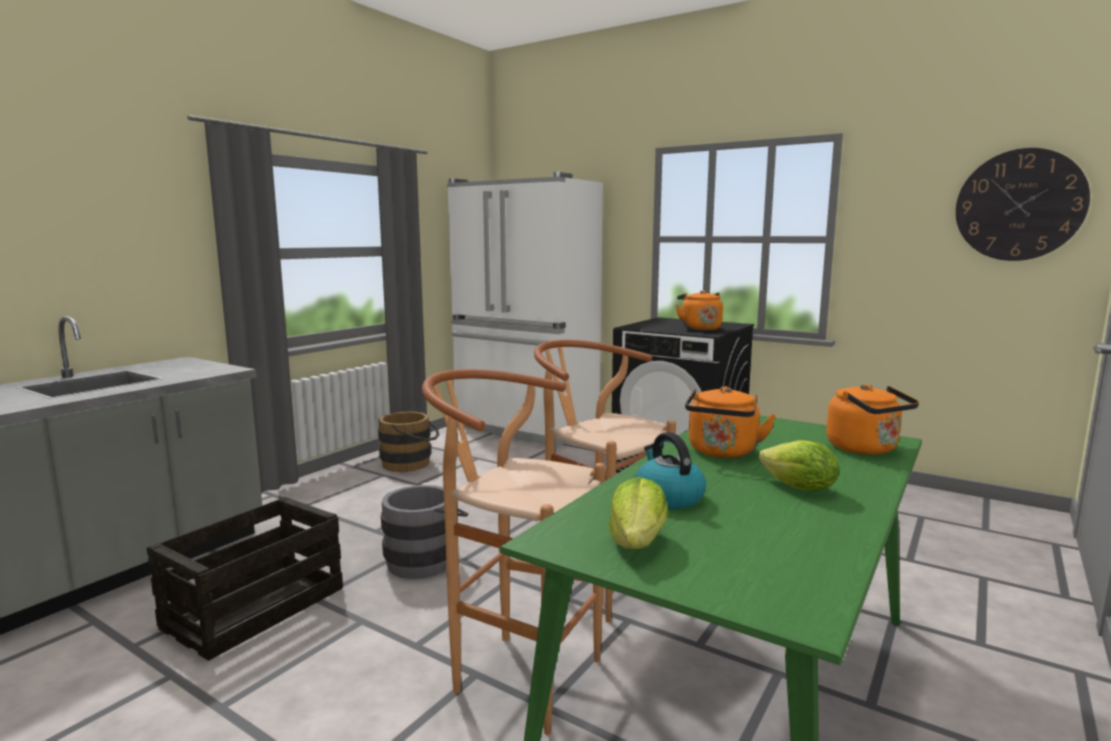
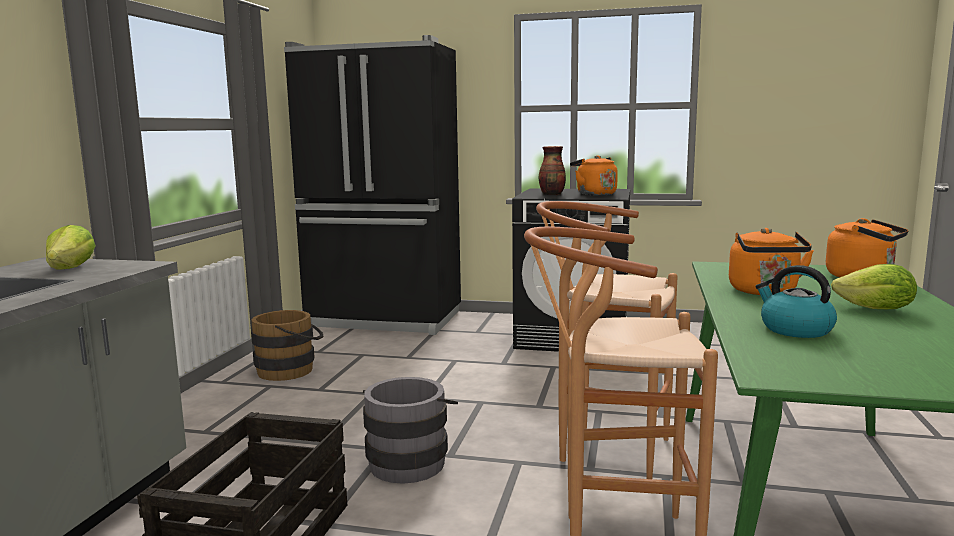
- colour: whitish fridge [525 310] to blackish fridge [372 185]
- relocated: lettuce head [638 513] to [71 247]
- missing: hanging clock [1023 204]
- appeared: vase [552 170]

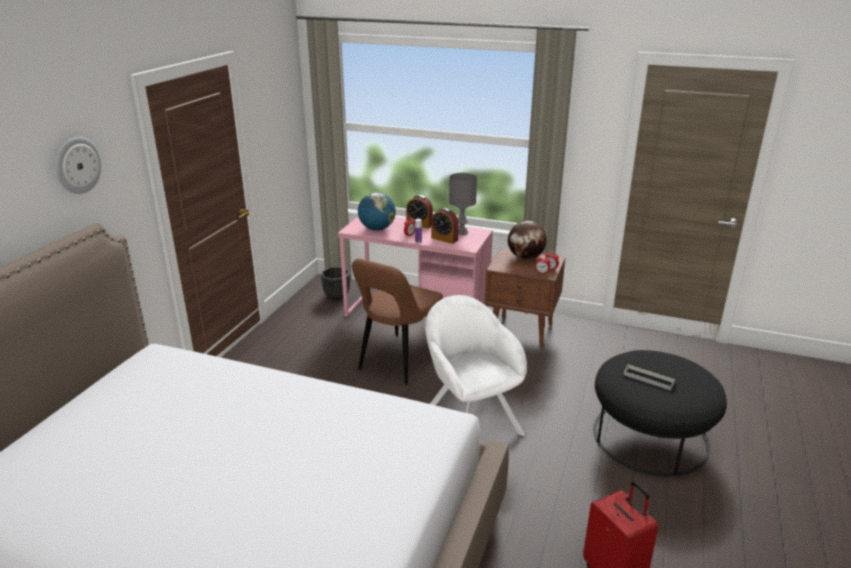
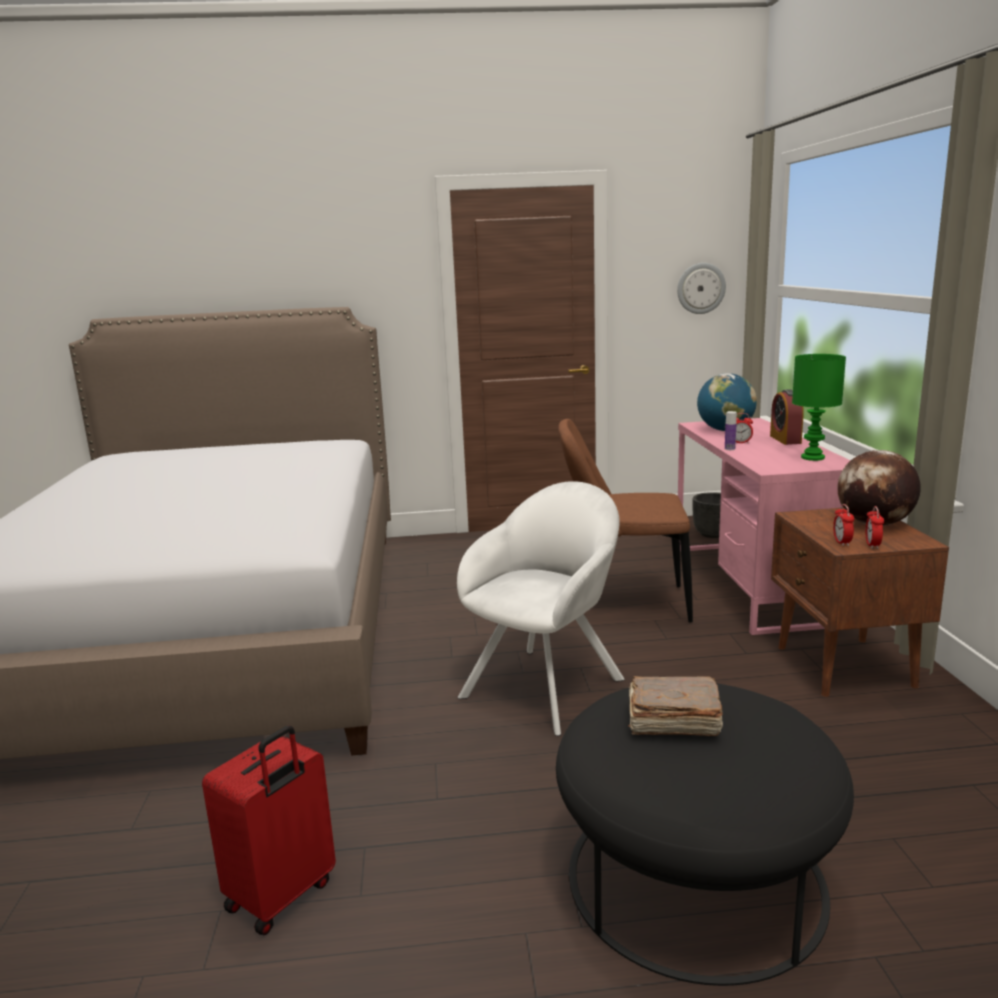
- relocated: hanging clock [79 165] to [701 288]
- missing: alarm clock [445 226]
- colour: gray tabletop lamp [463 204] to green tabletop lamp [819 407]
- exchanged: gray carrying tray [650 377] to brown volume [675 706]

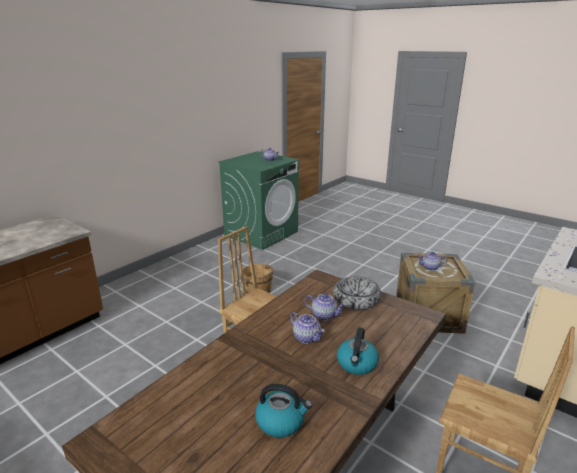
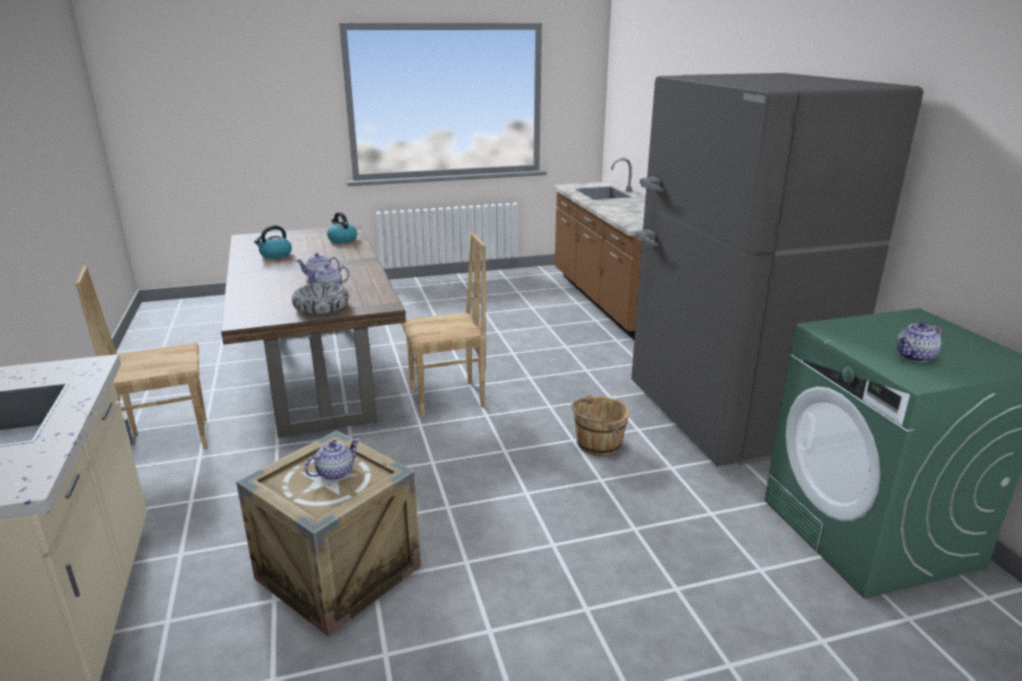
- relocated: kettle [358 351] to [342 227]
- appeared: gray fridge [777 270]

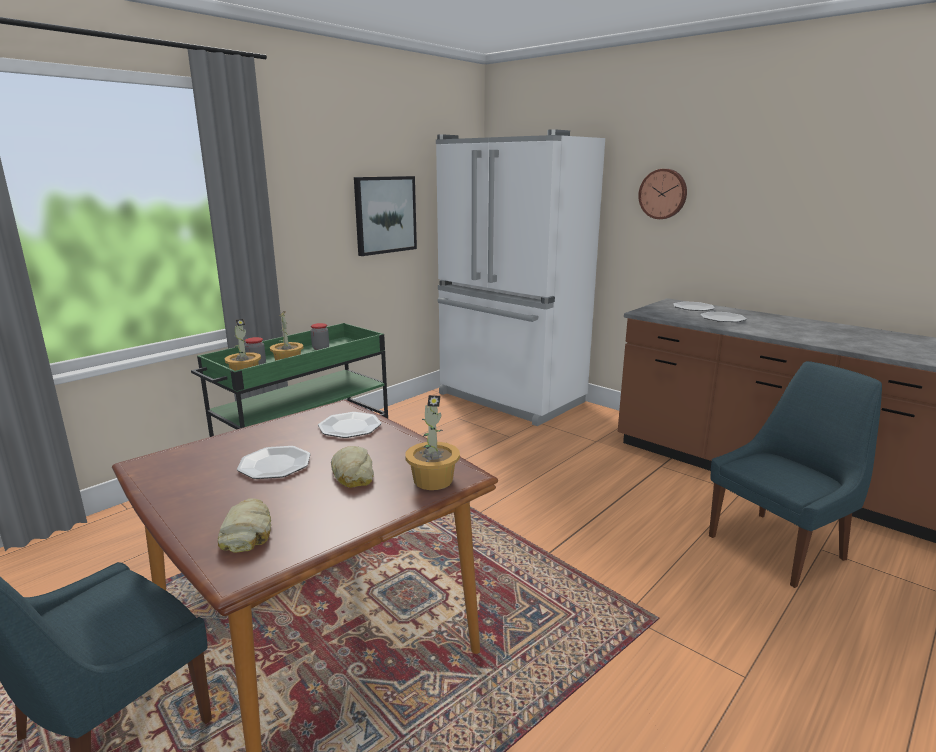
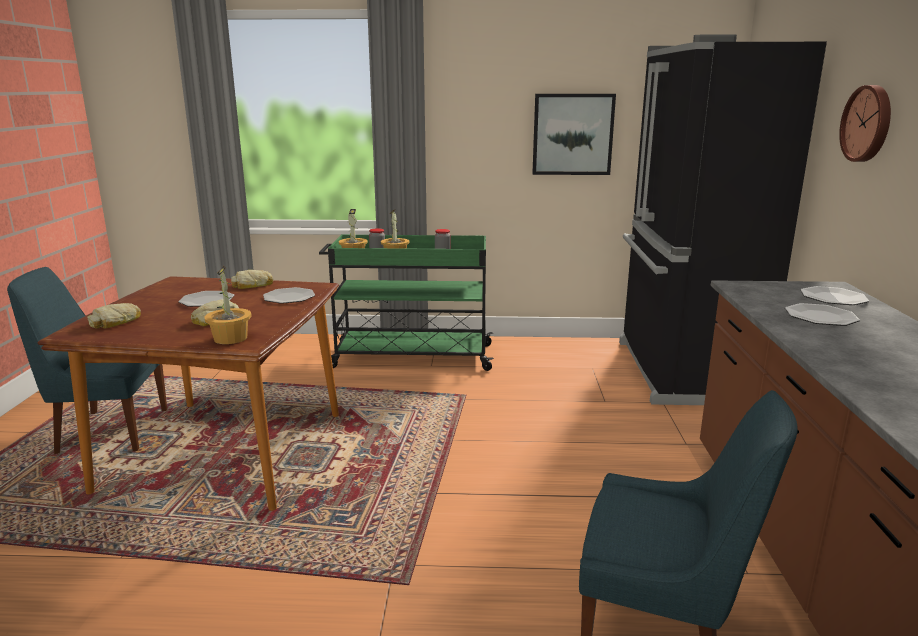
- colour: whitish fridge [520 277] to blackish fridge [723 220]
- appeared: bakery bread [252 279]

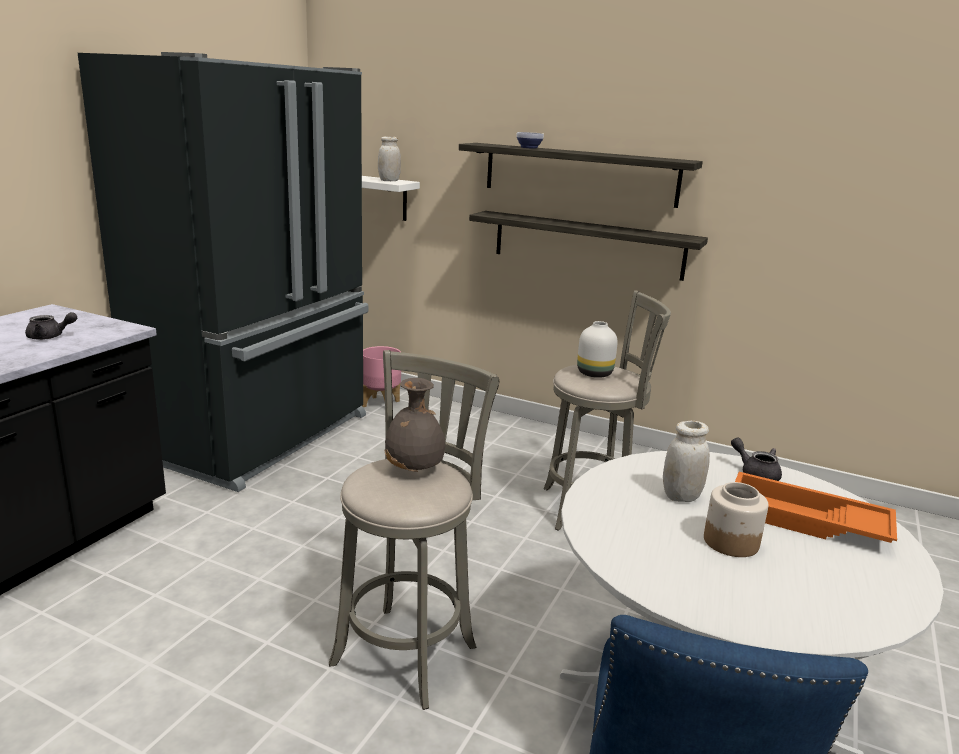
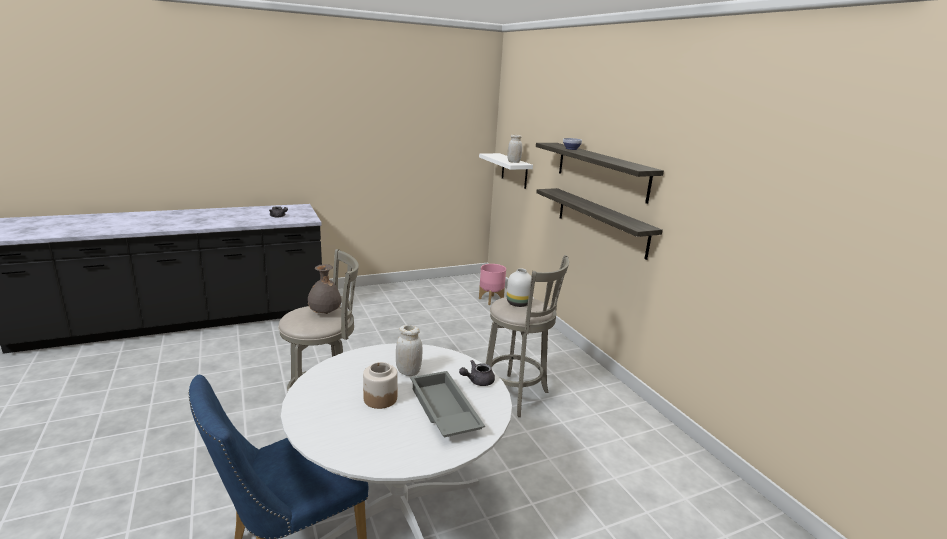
- missing: blackish fridge [223 272]
- spun: gray pot for tea [756 459] = [477 373] 120 degrees counterclockwise
- colour: orange carrying tray [816 507] to gray carrying tray [447 404]

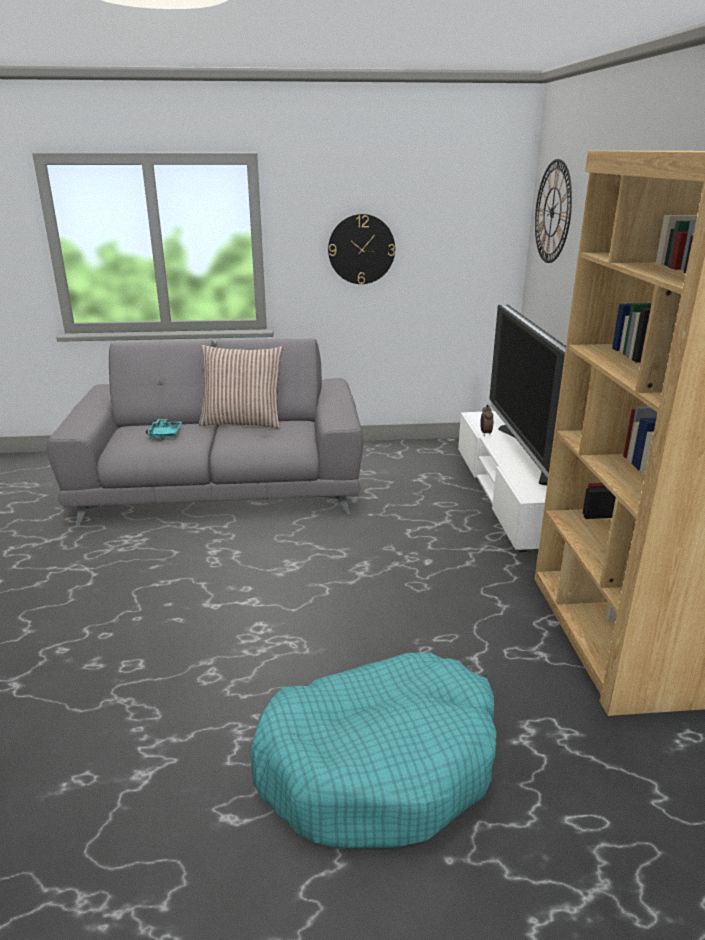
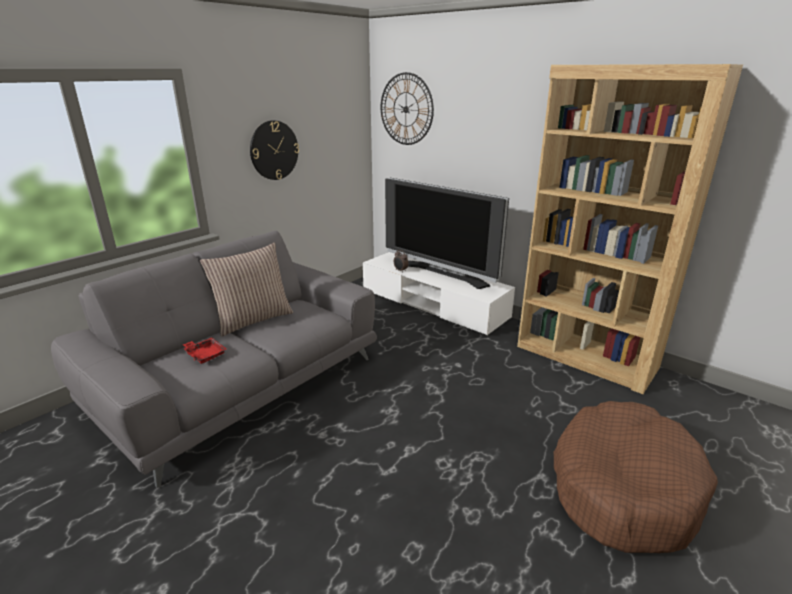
- colour: turquoise-coloured carrying tray [164 429] to reddish carrying tray [204 350]
- colour: turquoise-coloured dog bed [373 750] to brown dog bed [636 477]

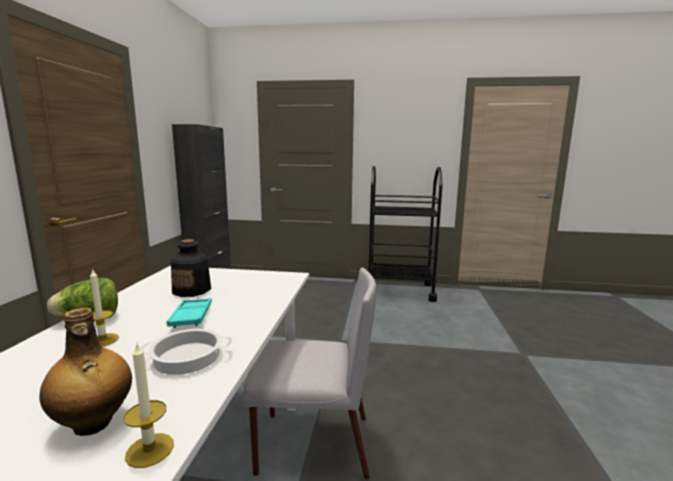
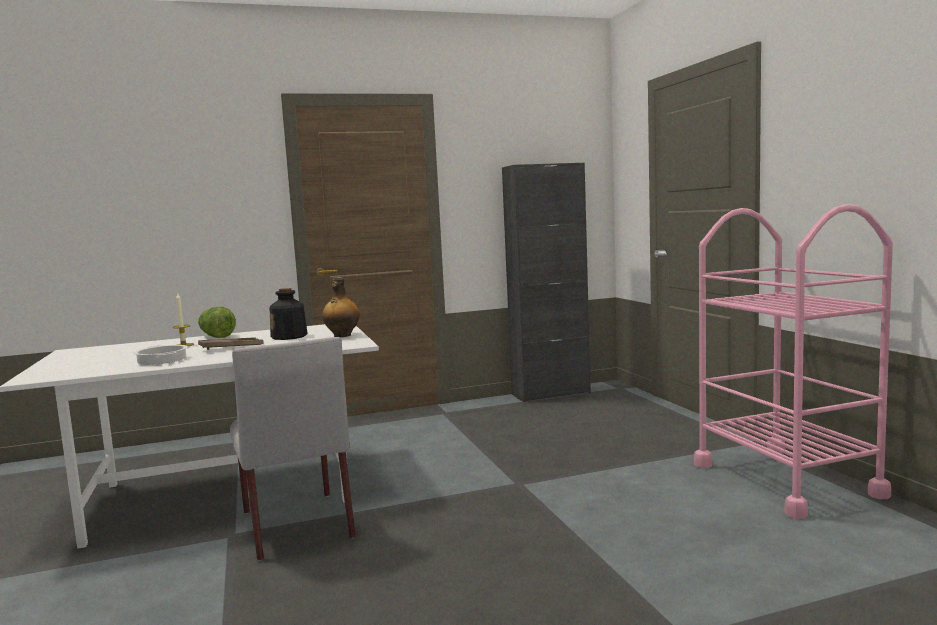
- relocated: beverage bottle [86 372] to [341 307]
- missing: wax light [149 406]
- colour: turquoise-coloured carrying tray [189 313] to brown carrying tray [230 343]
- colour: blackish wheeled cart [405 234] to pinkish wheeled cart [793 361]

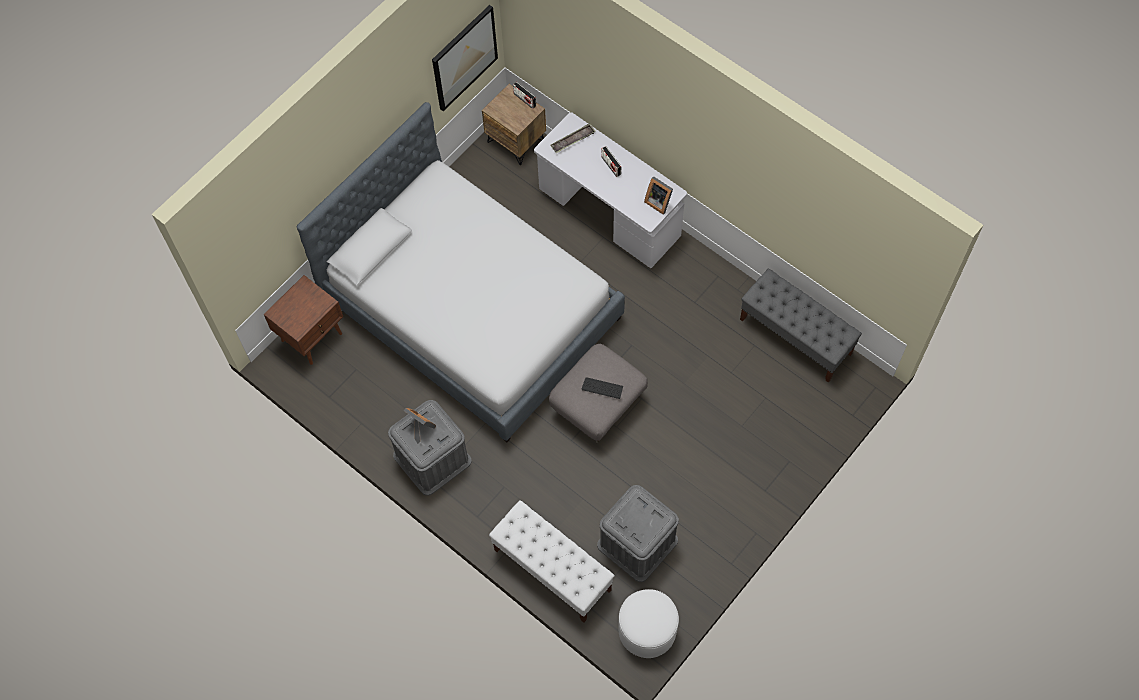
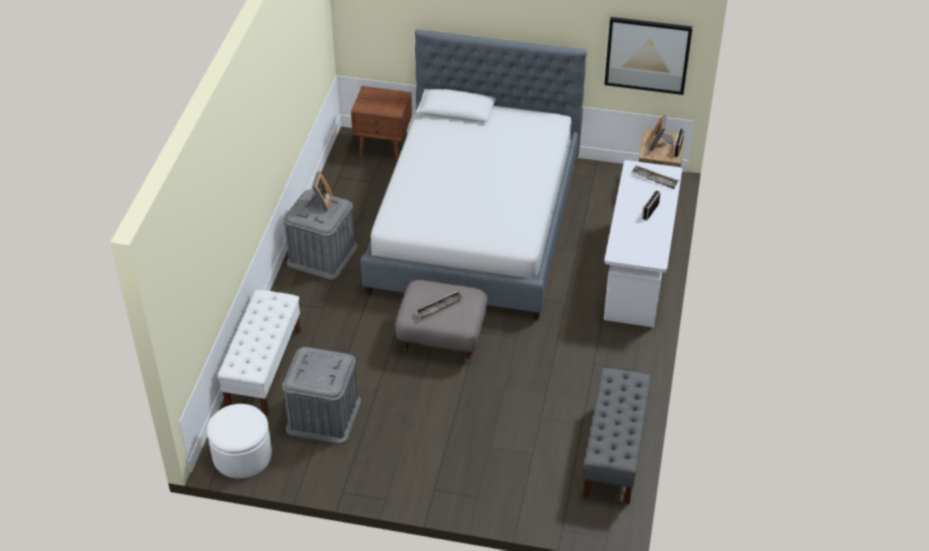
- exchanged: PC keyboard [602 388] to carrying tray [439 304]
- relocated: photo frame [658 195] to [661 133]

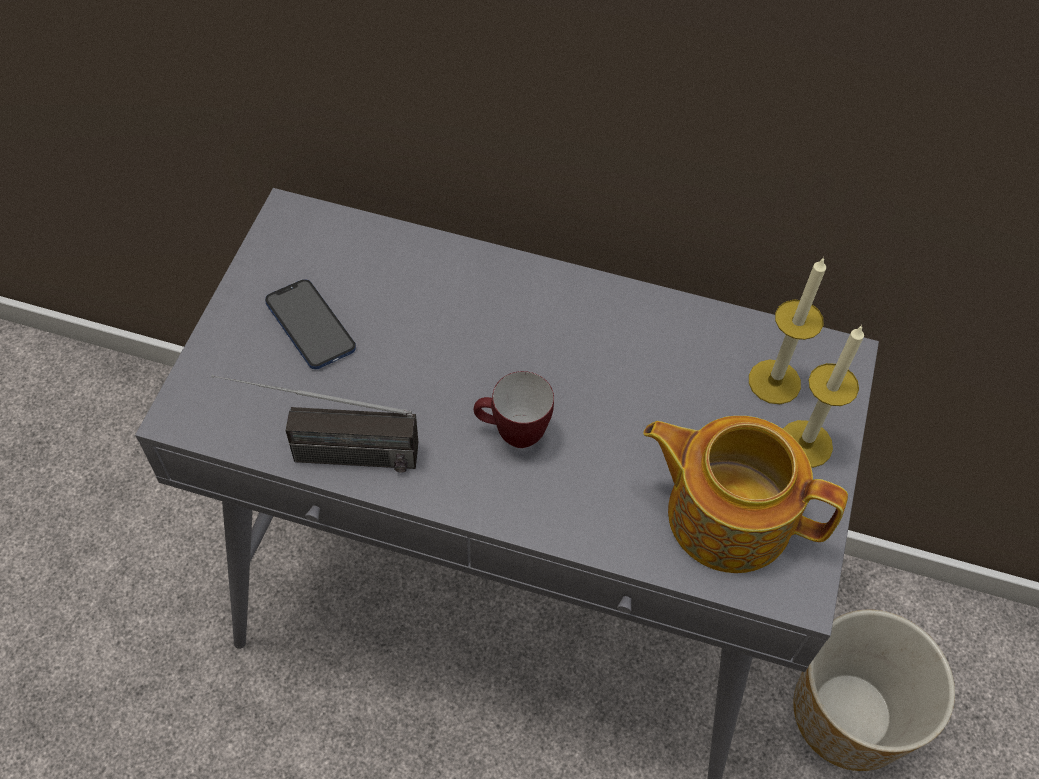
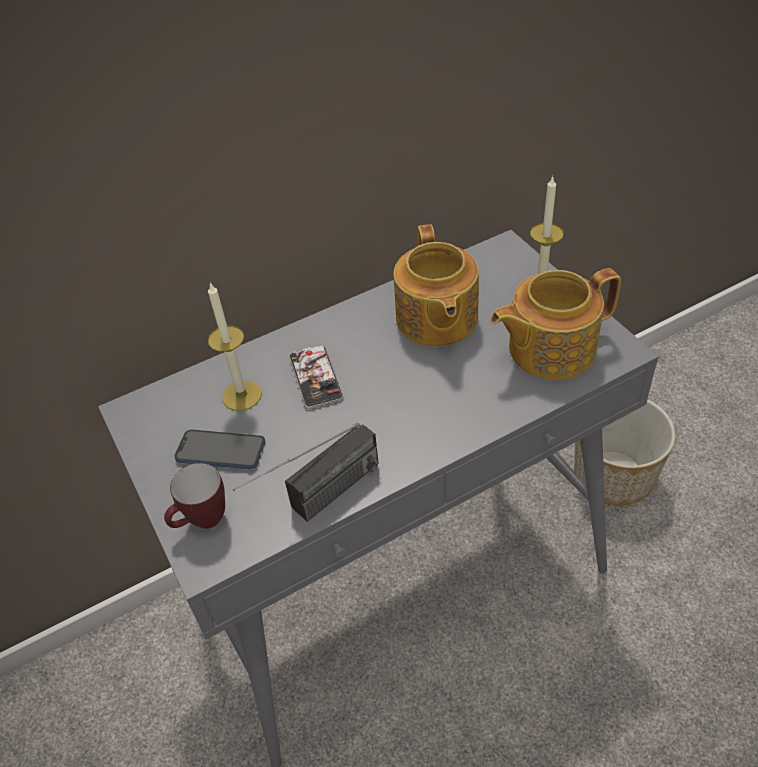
- relocated: coffee mug [514 409] to [194 496]
- relocated: wax light [787 330] to [235 346]
- appeared: telephone [316 377]
- appeared: pot for tea [436 285]

